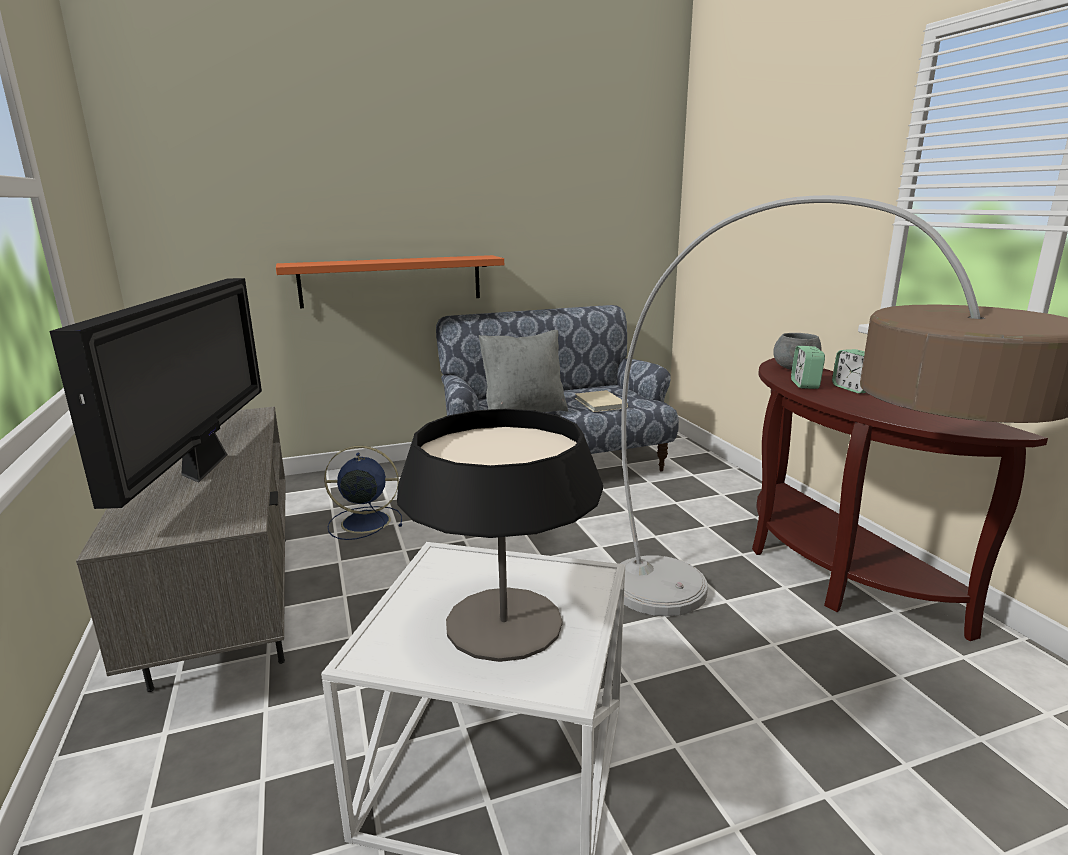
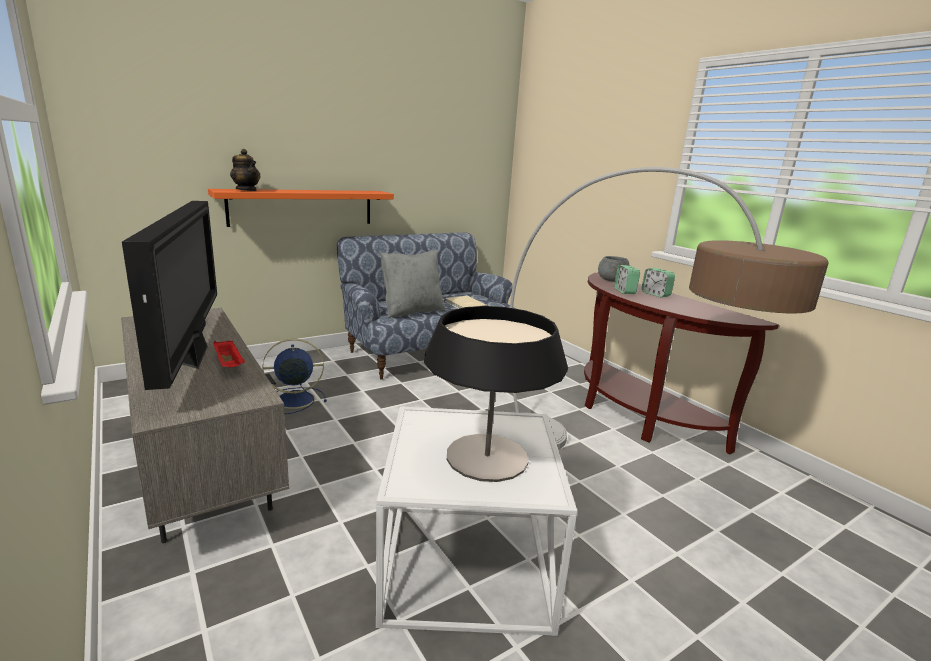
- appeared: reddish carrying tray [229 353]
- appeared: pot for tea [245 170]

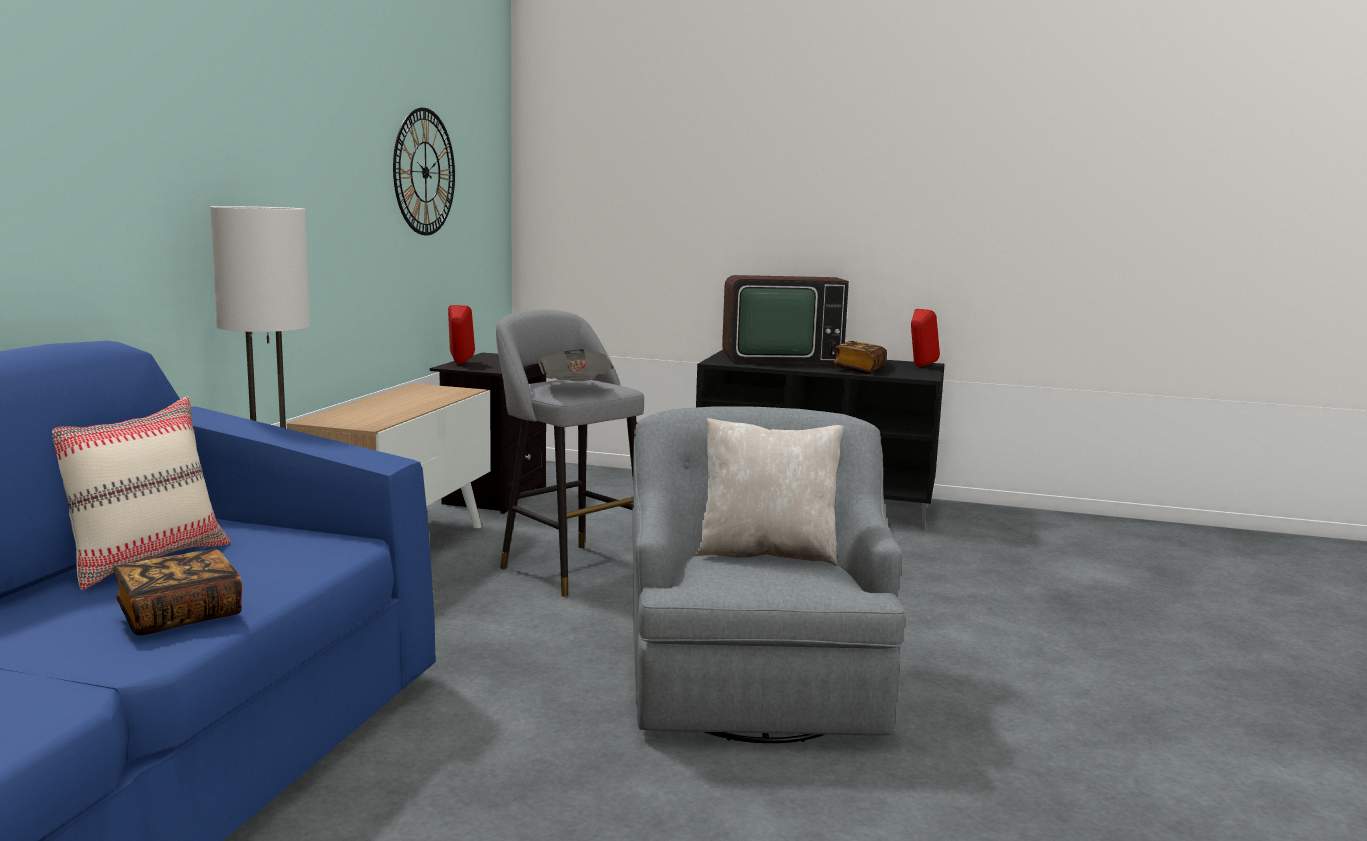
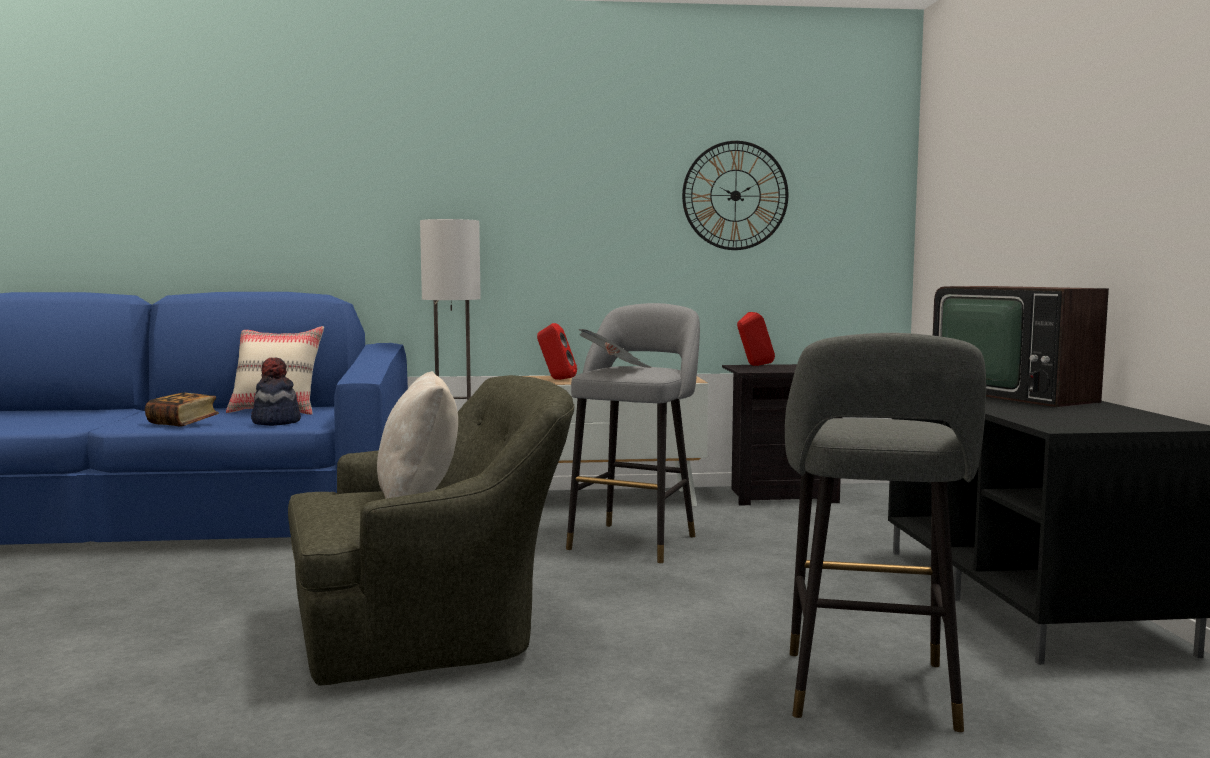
- colour: gray armchair [768 575] to green armchair [431 530]
- missing: volume [860 357]
- relocated: reddish audio speaker [925 338] to [557 351]
- appeared: wearable hat [276 392]
- appeared: gray stool [885 532]

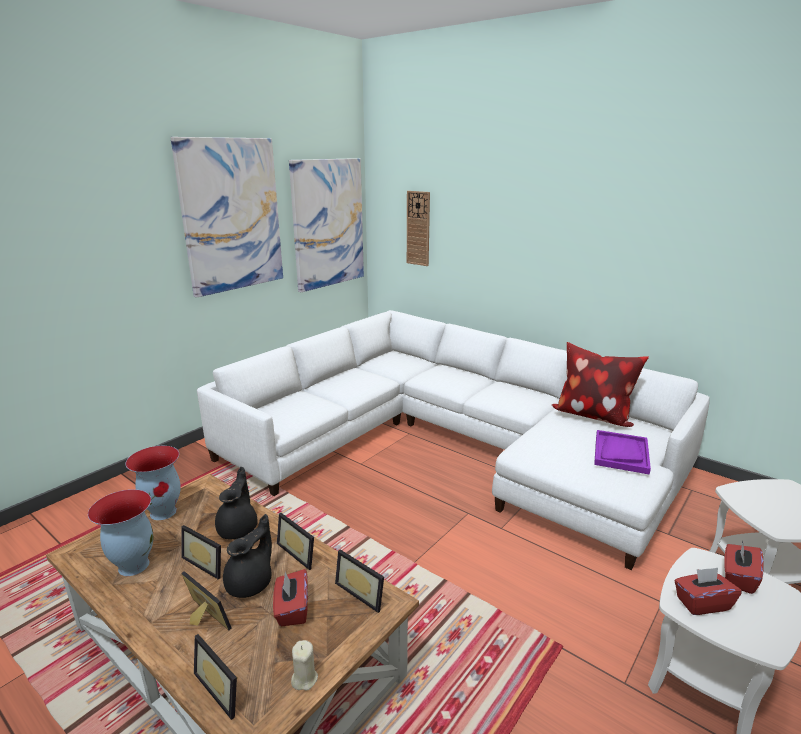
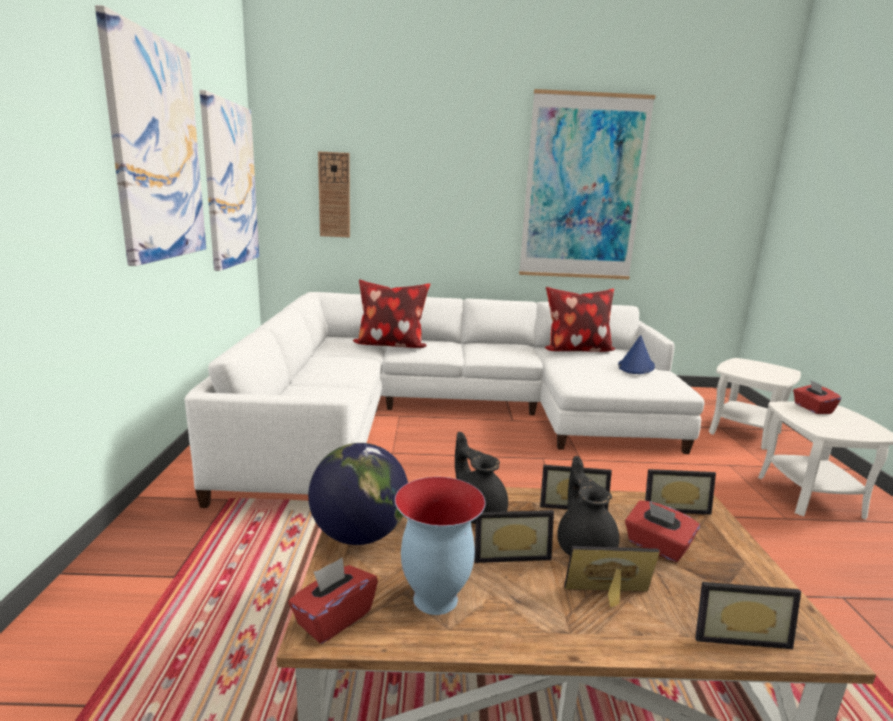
- exchanged: vase [153 483] to globe [358 494]
- missing: beige-coloured wax light [304 665]
- exchanged: purple-coloured carrying tray [622 452] to blue wearable hat [636 354]
- relocated: reddish tissue box [708 591] to [333 600]
- appeared: cushion [391 313]
- appeared: picture [587 184]

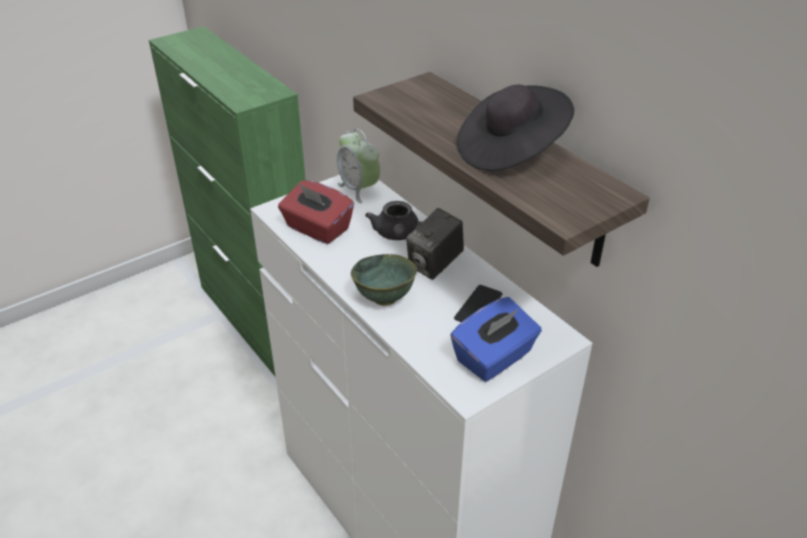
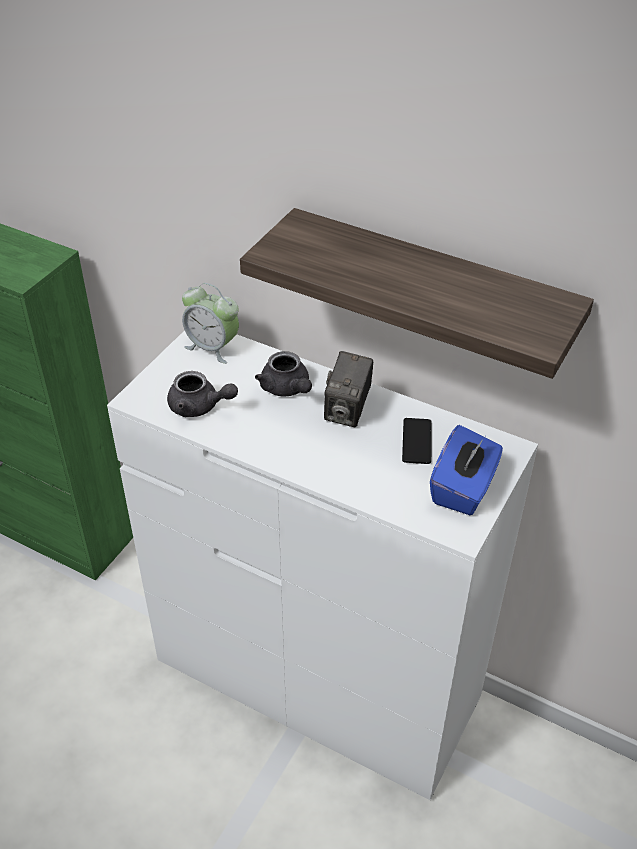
- exchanged: reddish tissue box [316 212] to gray pot for tea [202 394]
- missing: green serving bowl [384 280]
- missing: blackish wearable hat [515 127]

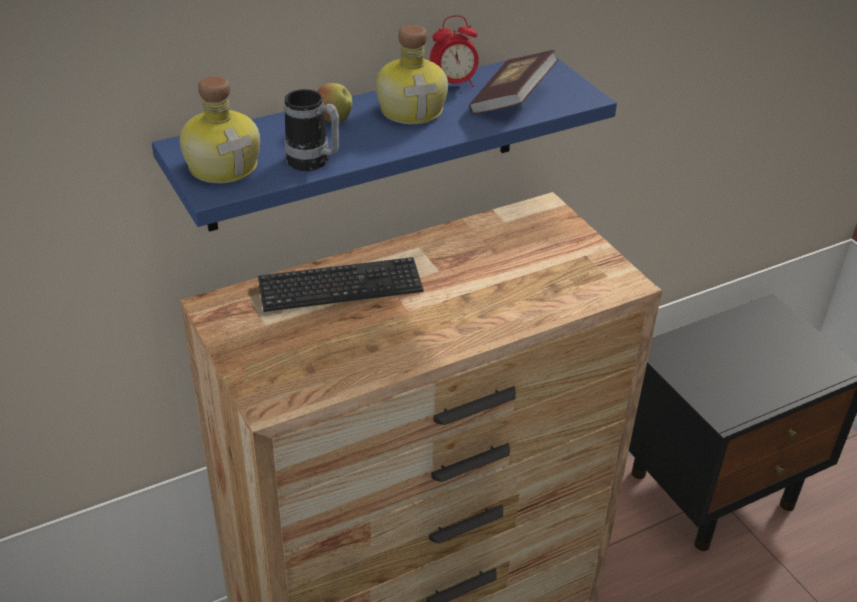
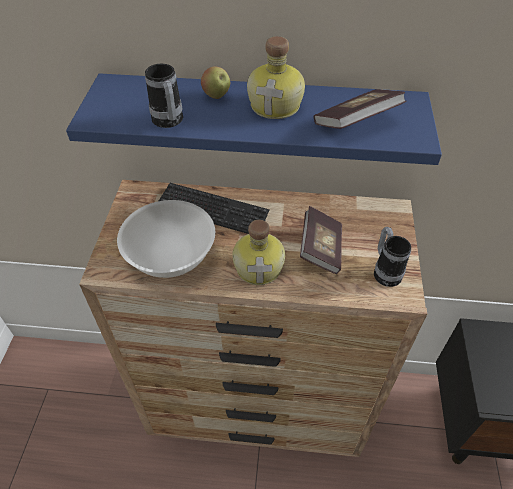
- relocated: beverage bottle [220 129] to [258 252]
- missing: alarm clock [454 51]
- appeared: whitish serving bowl [166 239]
- appeared: volume [321 240]
- appeared: coffee mug [392 256]

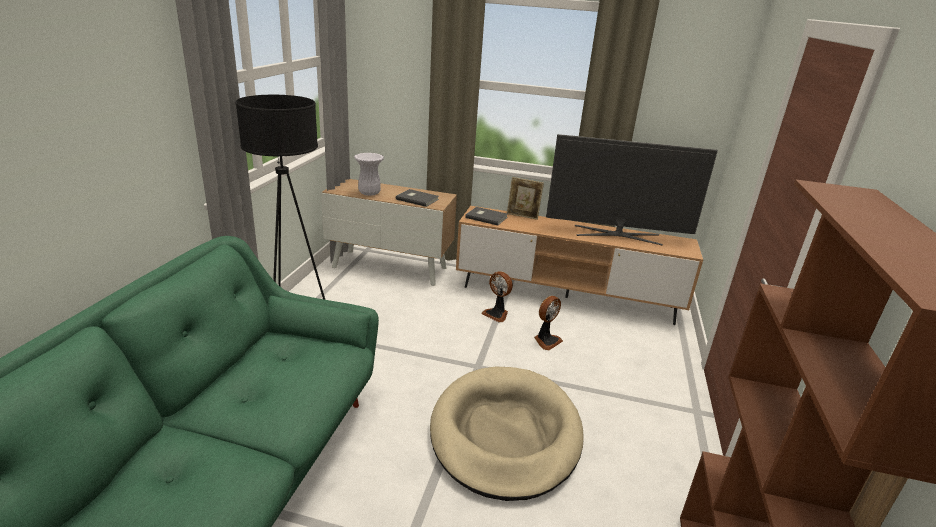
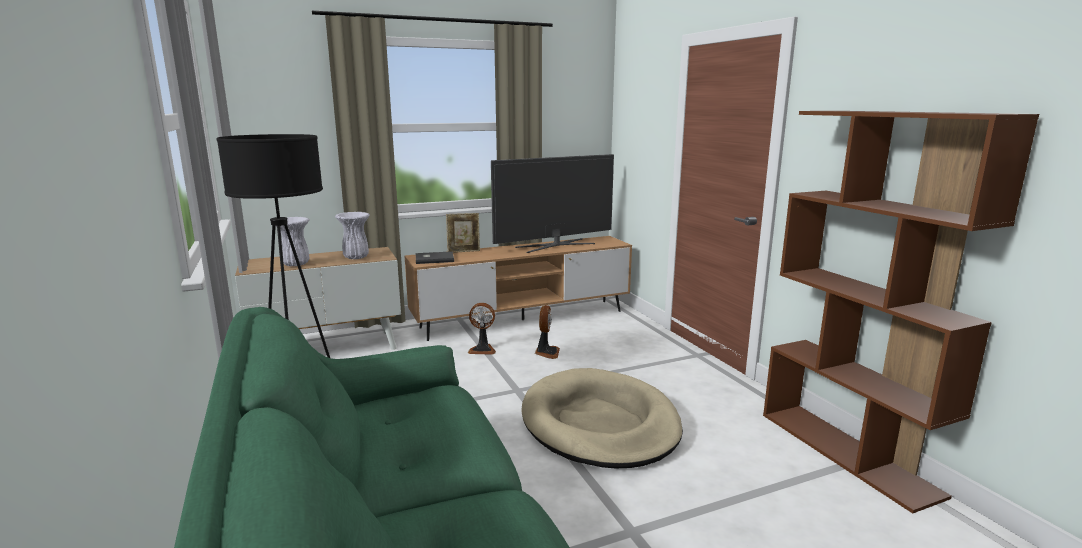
- exchanged: gray volume [417 198] to whitish vase [352 235]

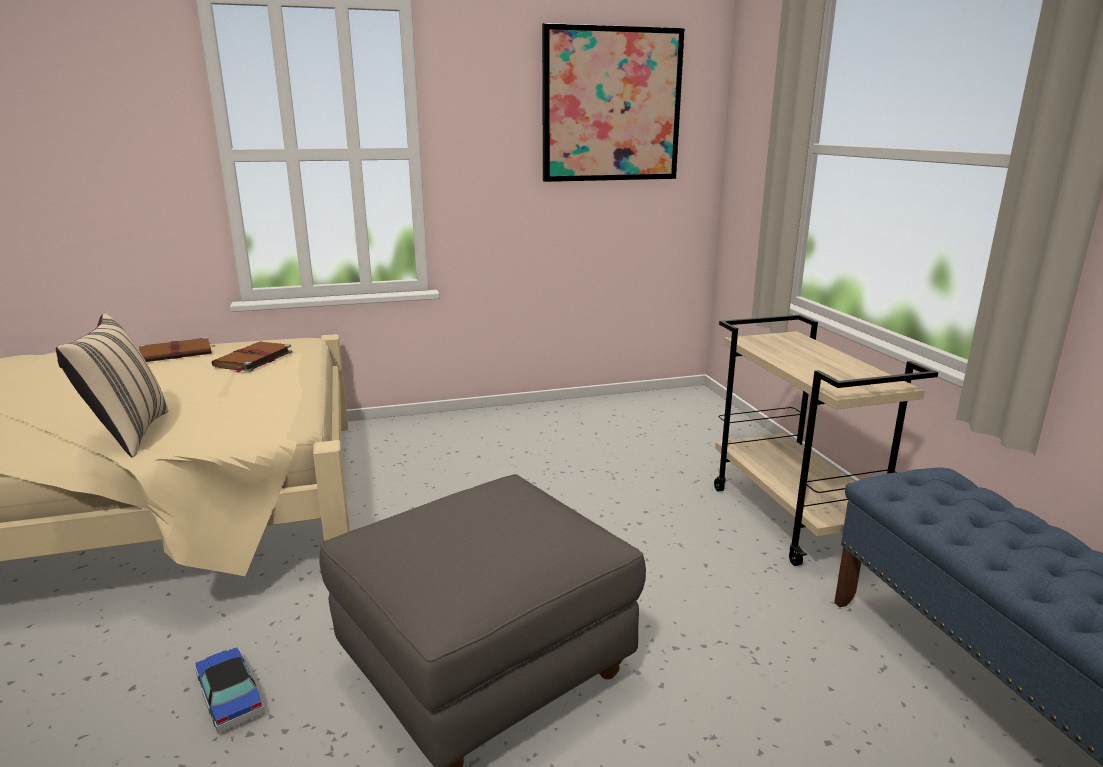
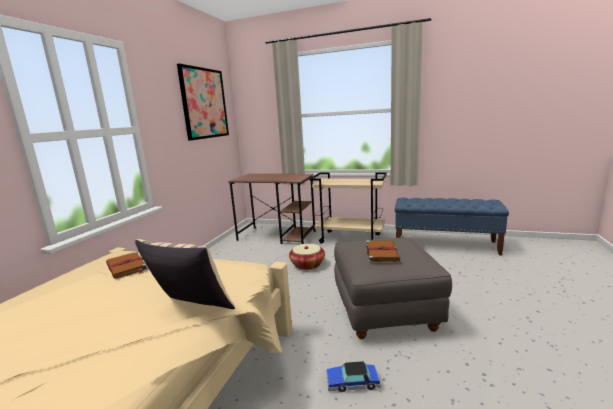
- relocated: brown volume [177 349] to [383 252]
- appeared: brown desk [272 209]
- appeared: household basket [307 257]

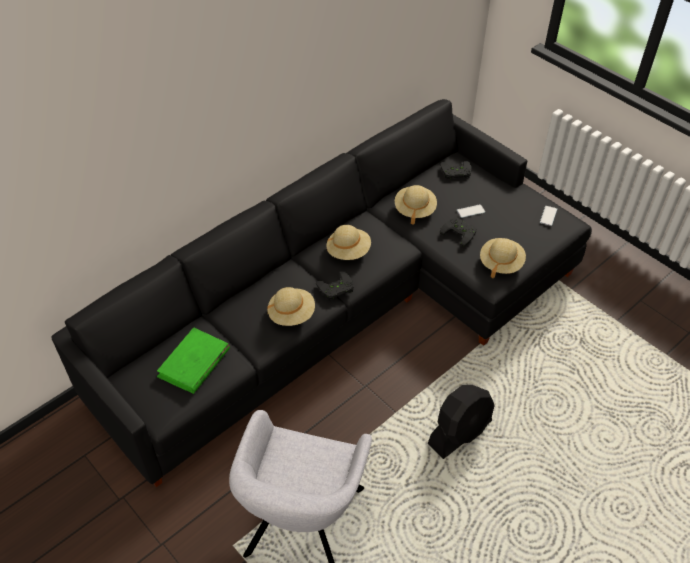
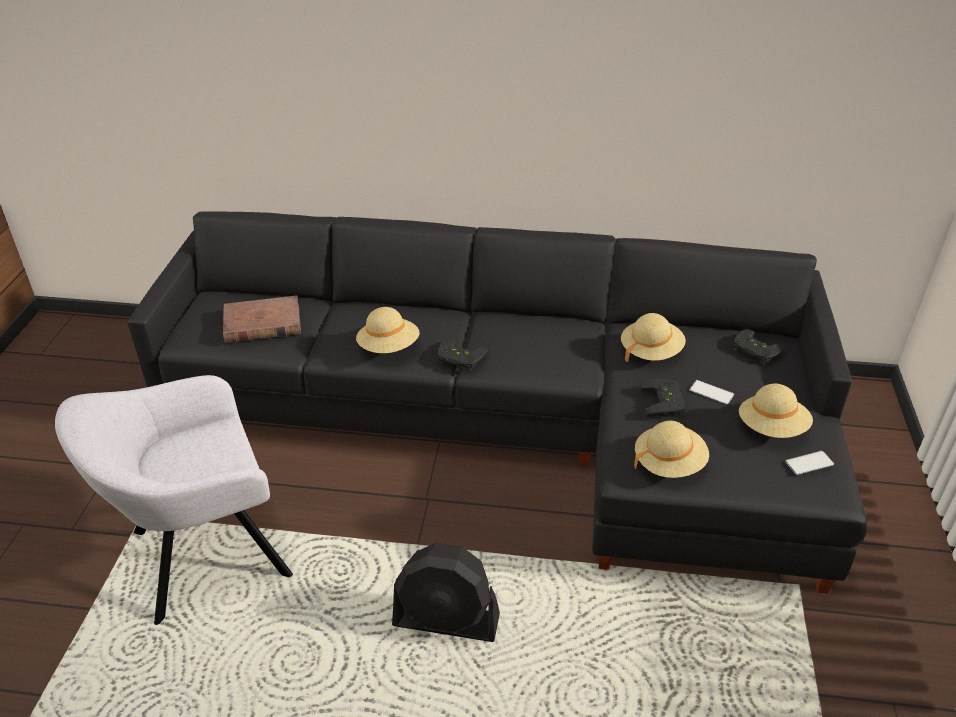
- colour: green volume [193 360] to brown volume [262 319]
- relocated: beige-coloured wearable hat [349 242] to [776 410]

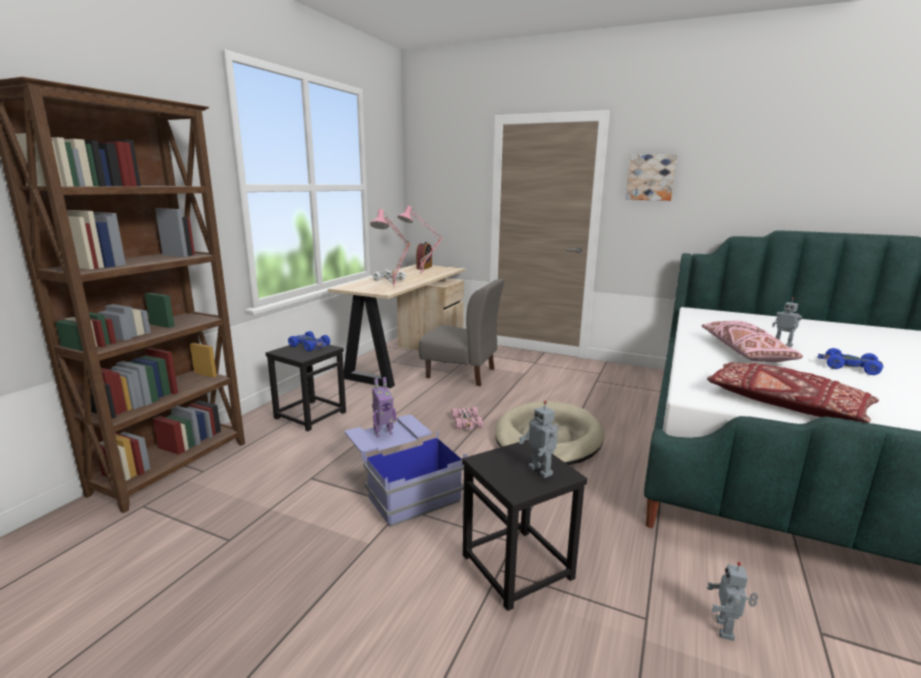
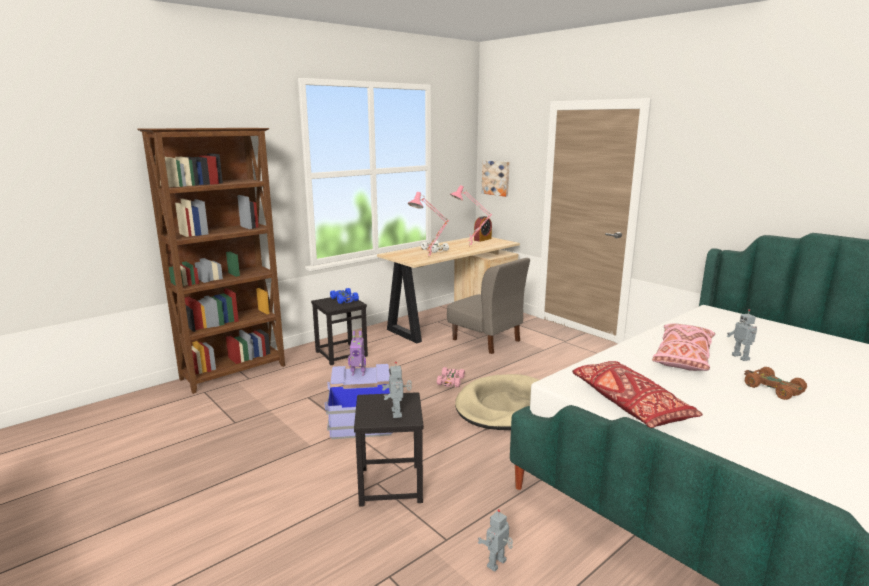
- relocated: picture [651 177] to [495 178]
- colour: blue toy car [850 361] to brown toy car [775 383]

